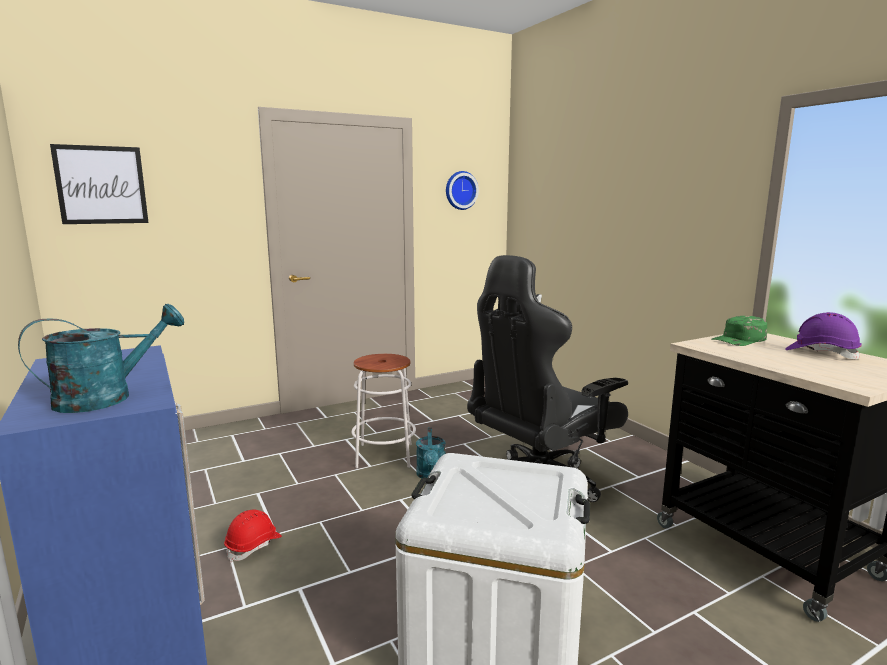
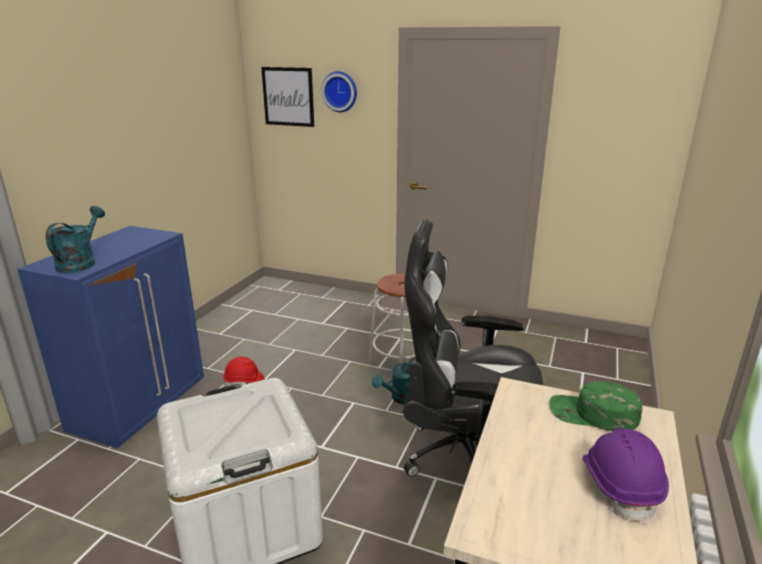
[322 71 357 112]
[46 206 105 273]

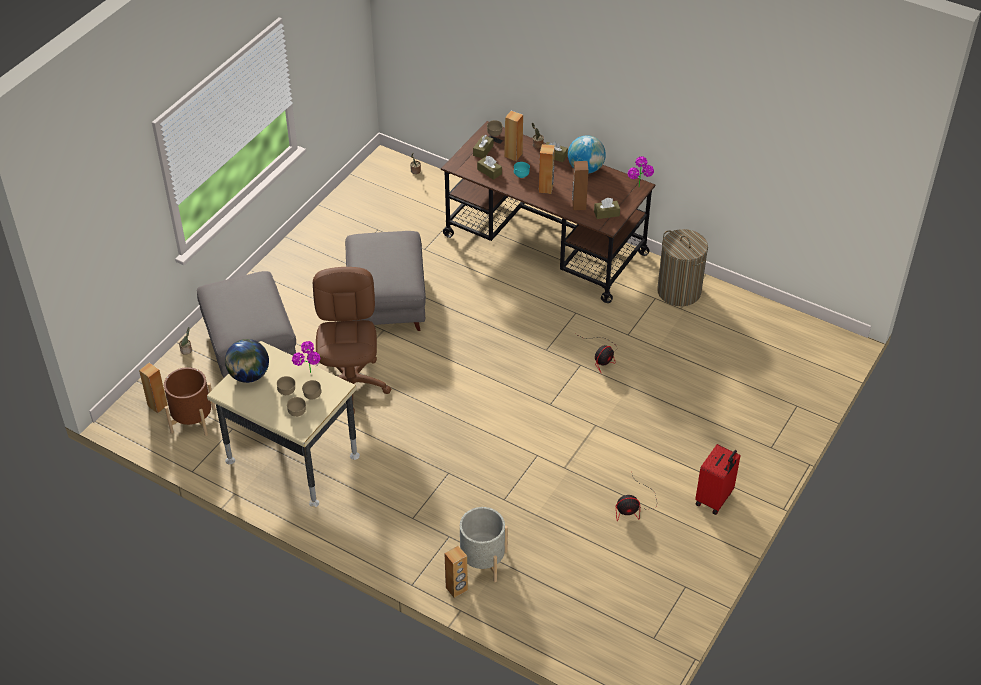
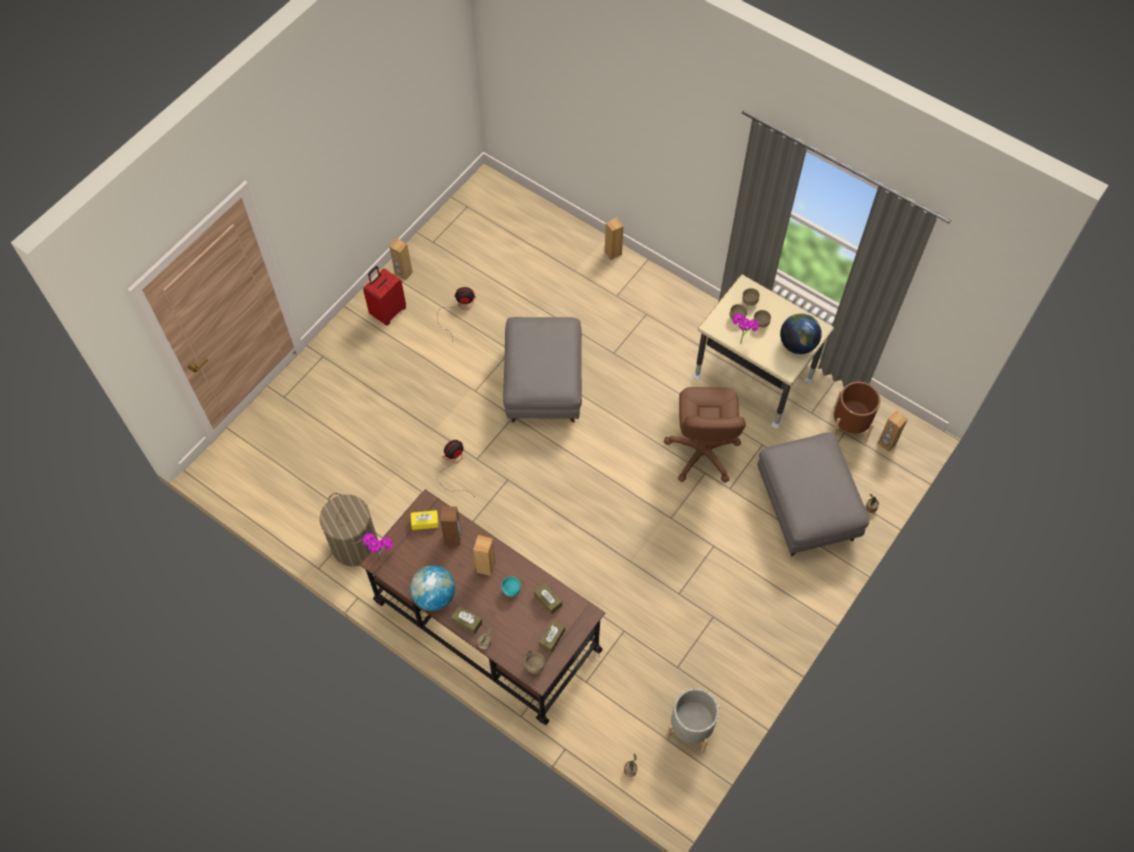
[389 238 413 281]
[411 510 439 530]
[503 317 582 422]
[666 688 720 752]

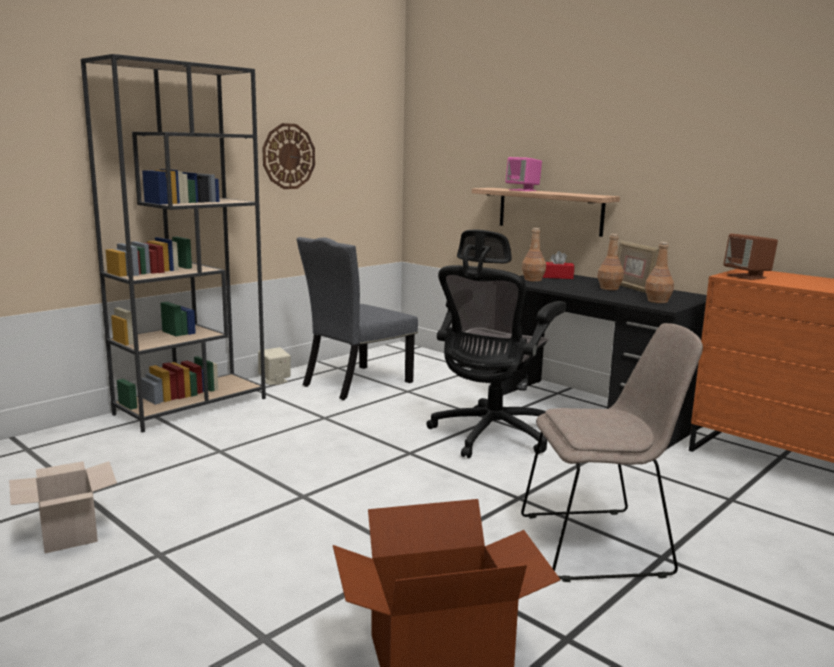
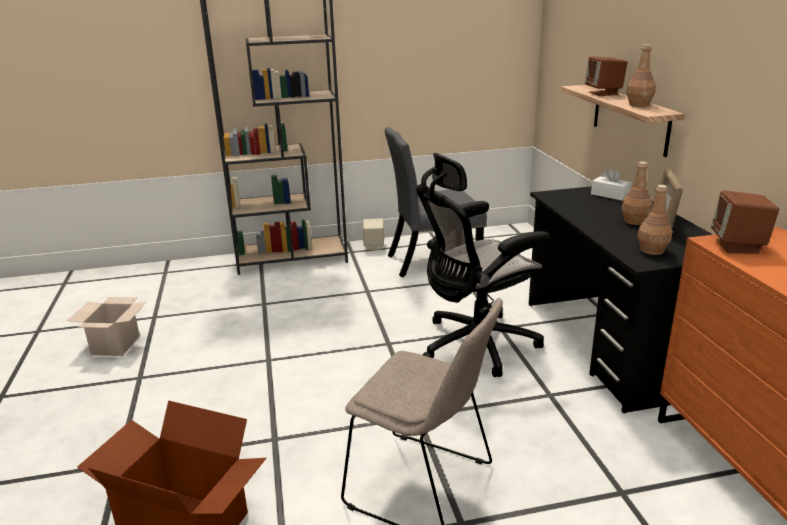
[262 123 315 189] (first image)
[585 56 628 96]
[627 44 656 107]
[591 168 632 201]

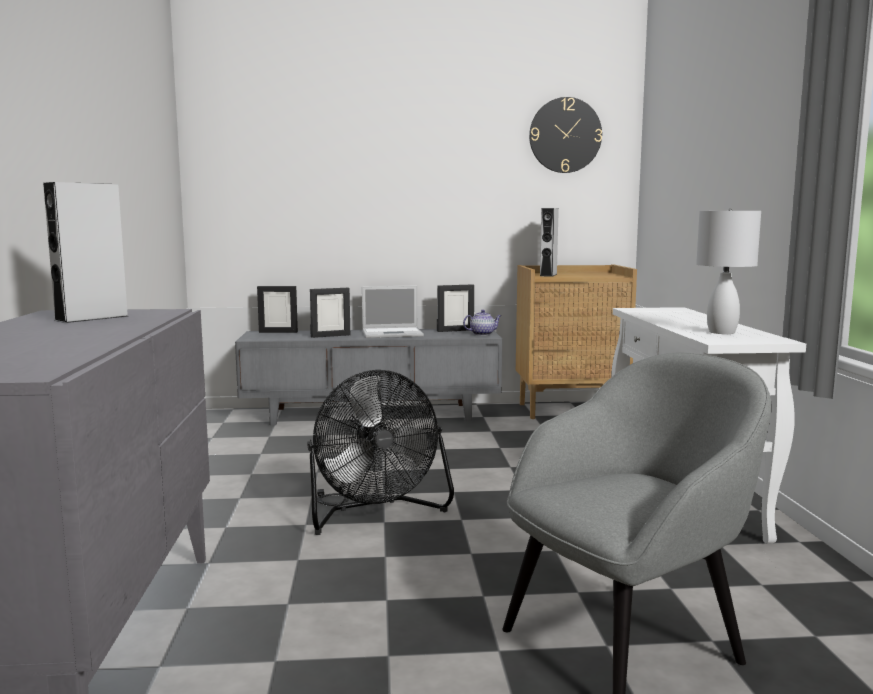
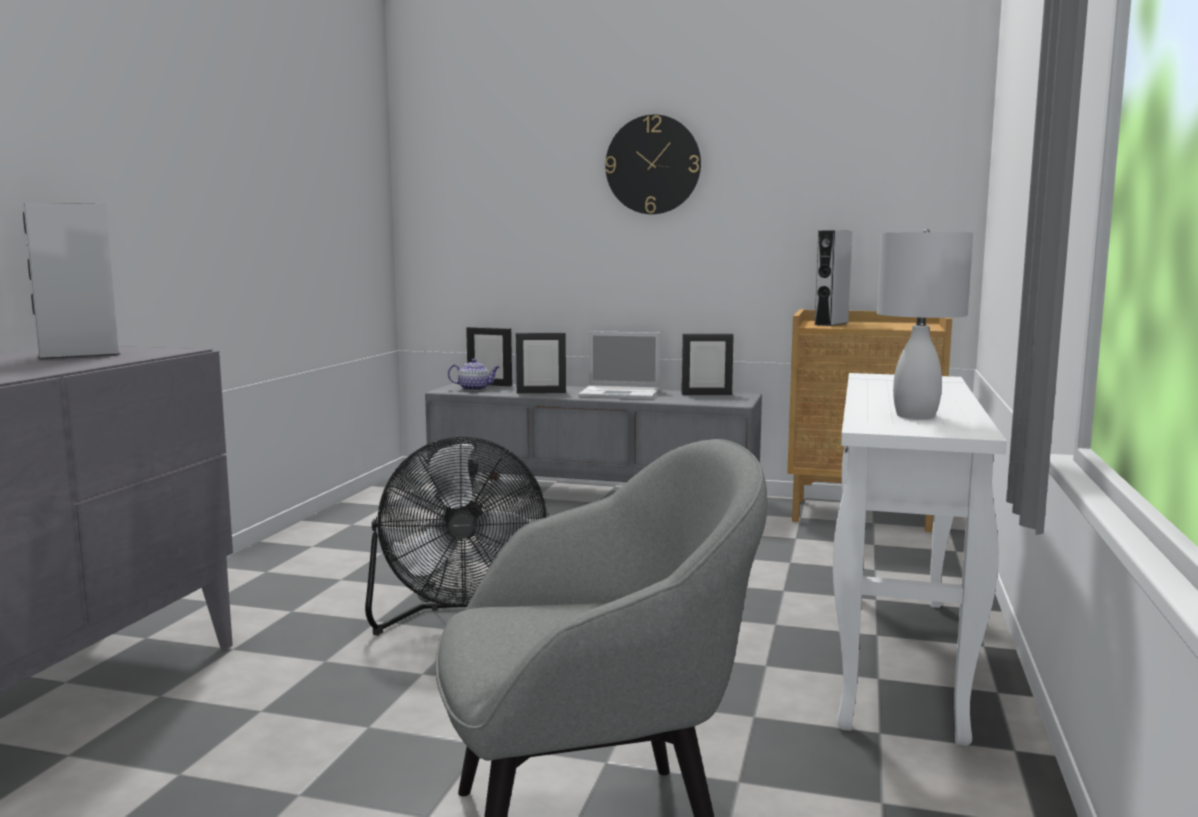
[605 114 701 214]
[448 359 499 391]

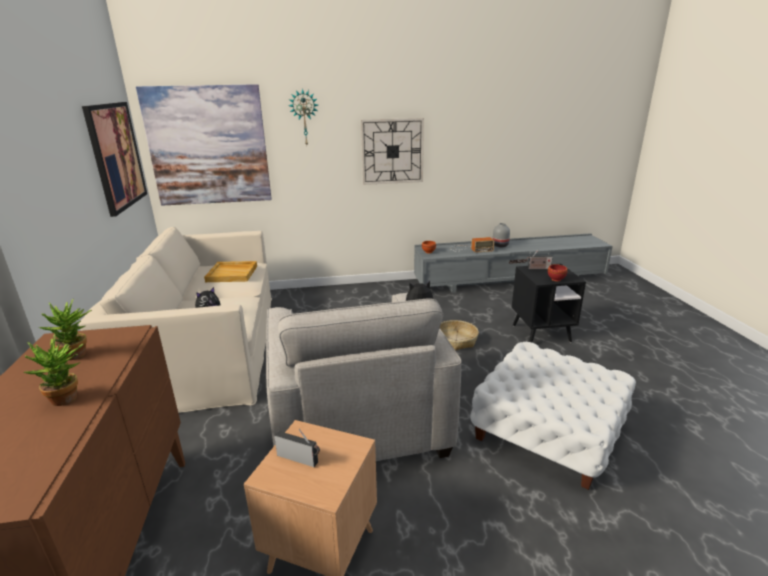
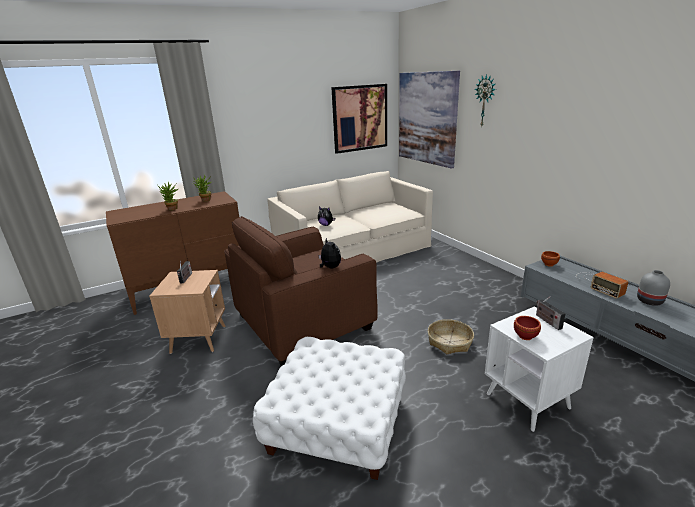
[361 118 424 185] (first image)
[204 261 257 282] (first image)
[485 306 594 432]
[224 216 378 366]

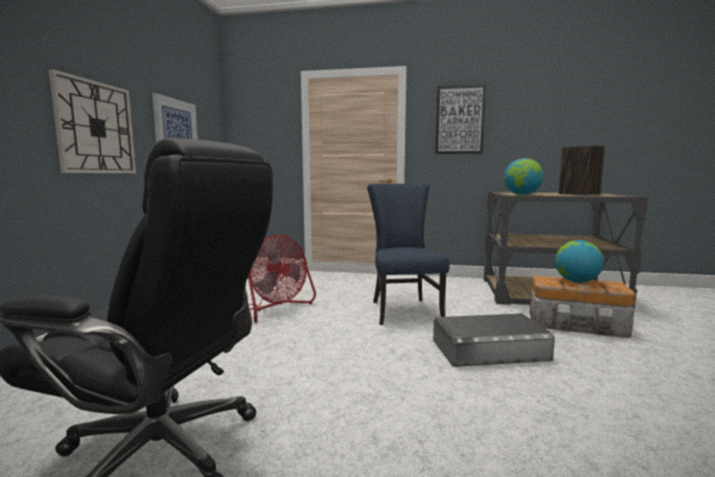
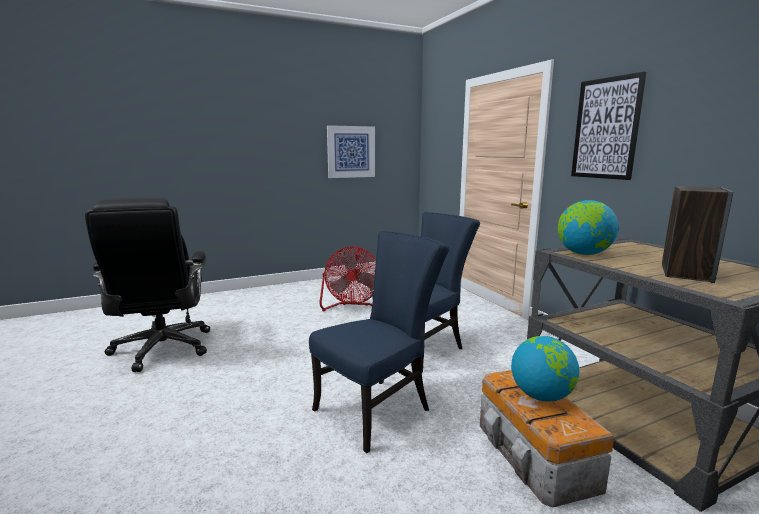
[49 69 136 173] (first image)
[309 231 450 453]

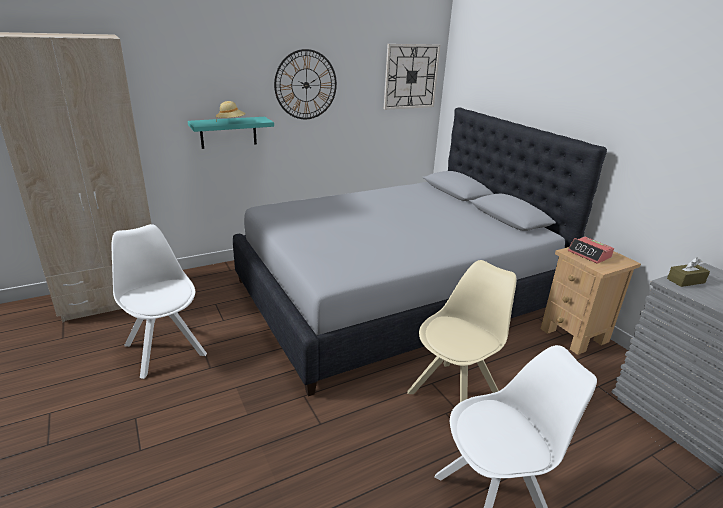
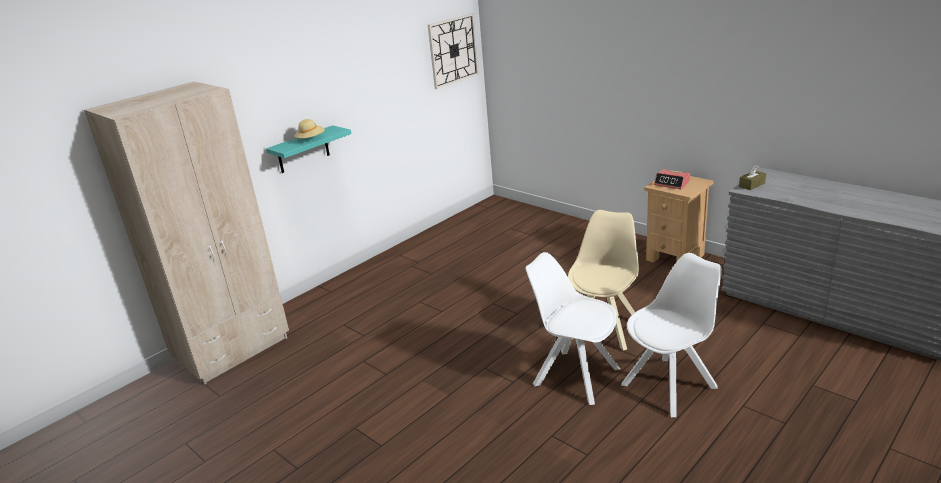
[274 49 337 119] (first image)
[233 107 607 396] (first image)
[525 252 620 405]

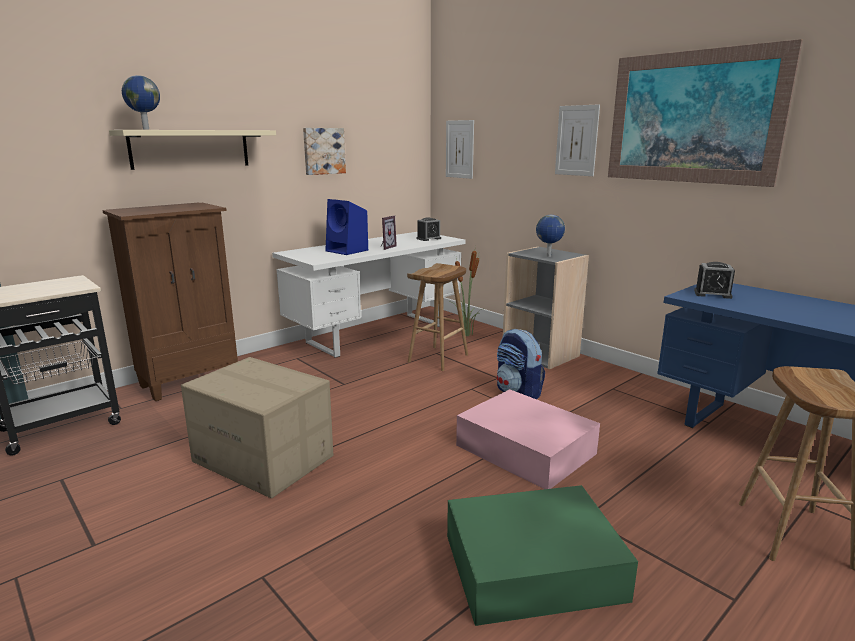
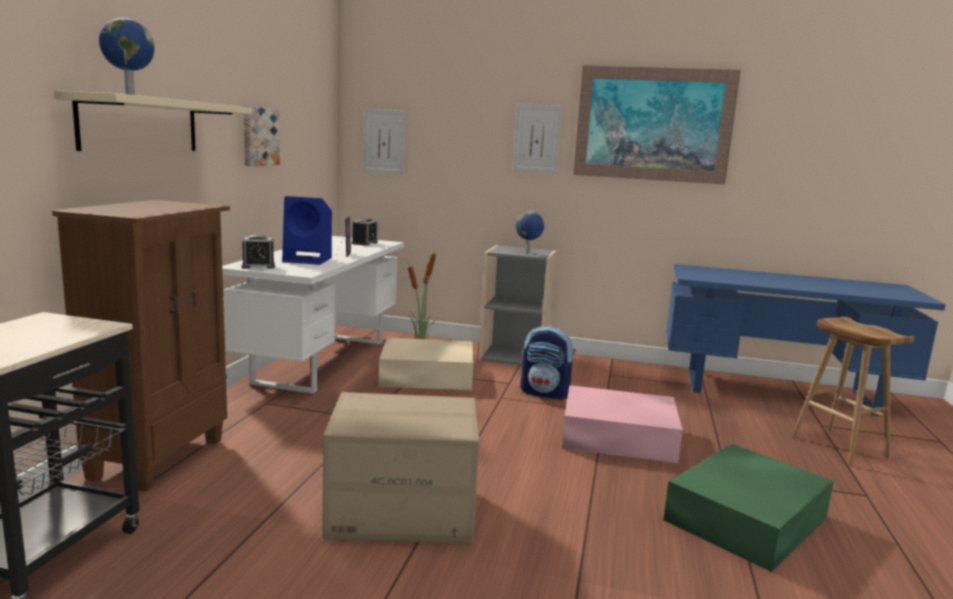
[242 235 275 269]
[379 338 474 390]

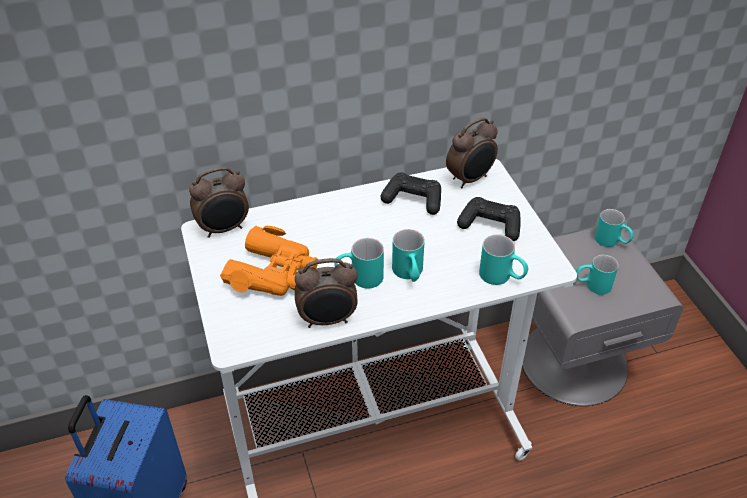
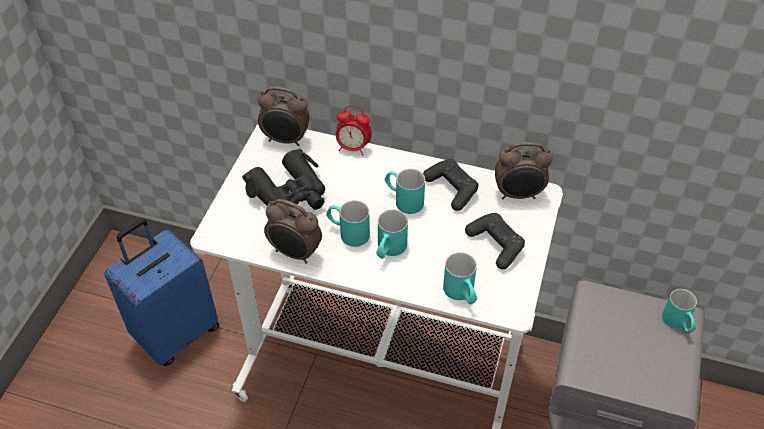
[242 149 325 210]
[385 169 425 214]
[336 106 372 156]

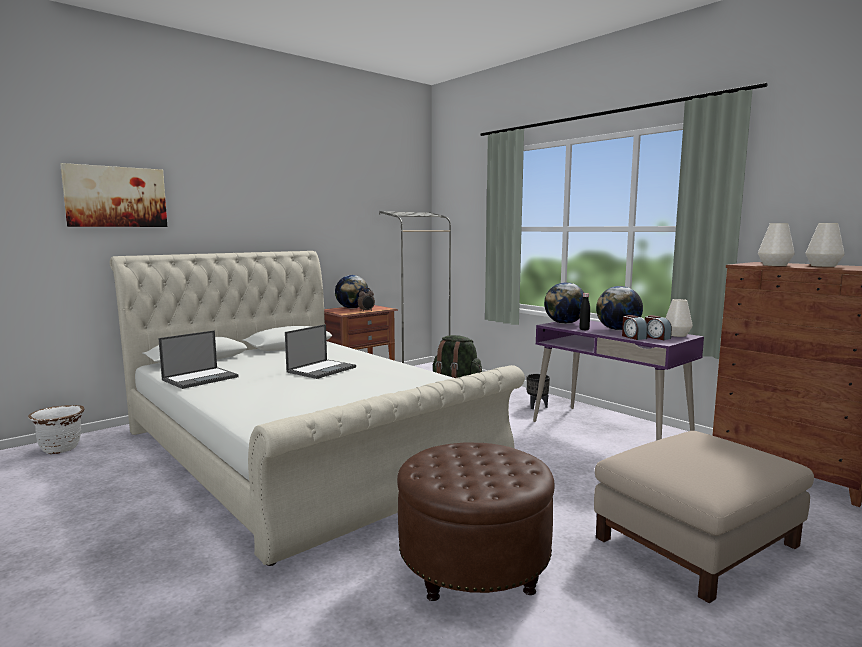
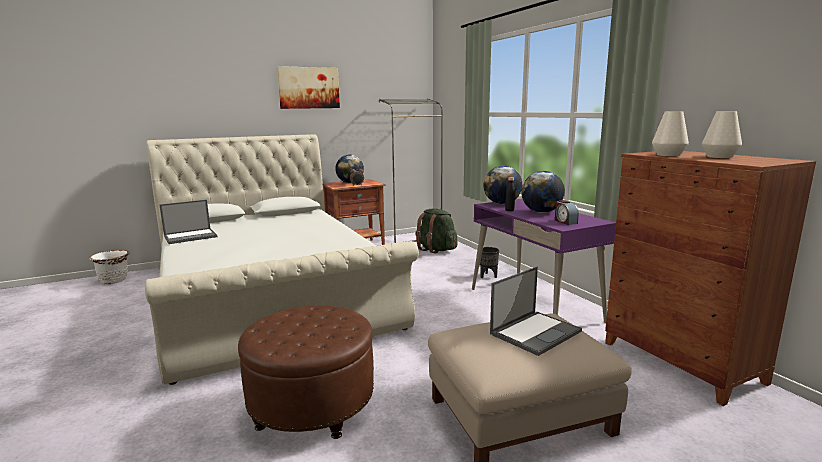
[277 66 340 109]
[666 299 693 337] (first image)
[622 315 648 340] (first image)
[490 267 582 356]

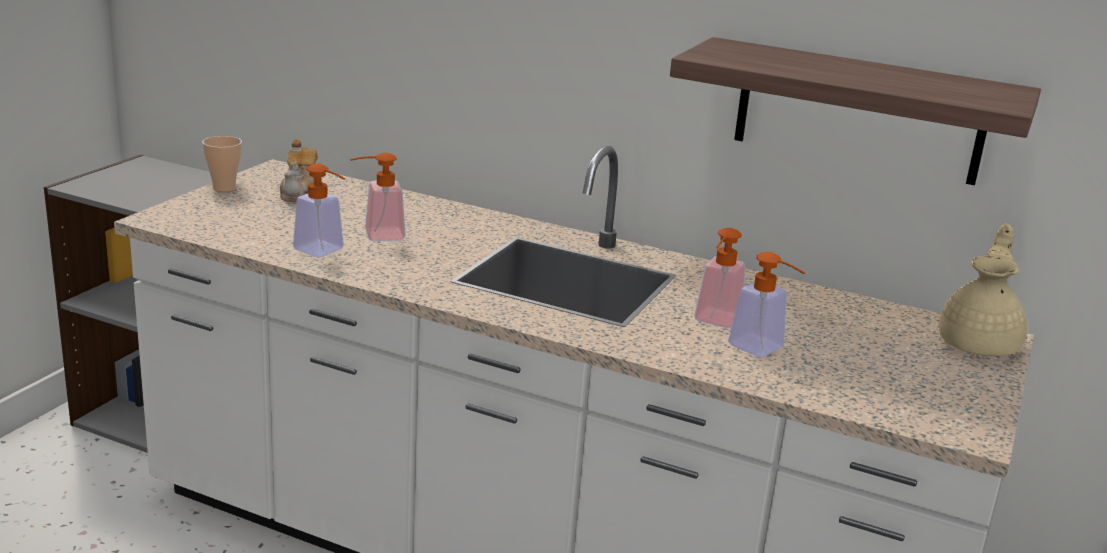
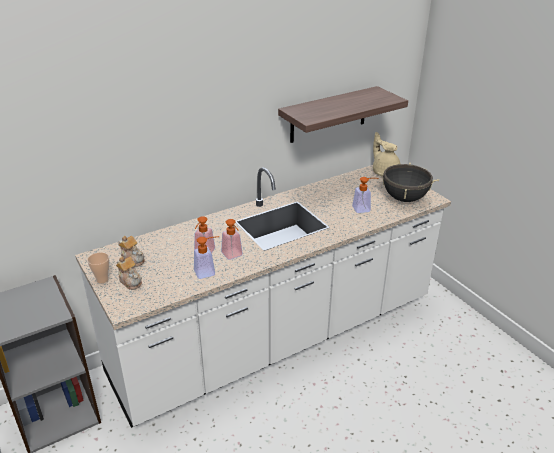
[221 219 243 260]
[377 163 439 202]
[116 256 142 290]

